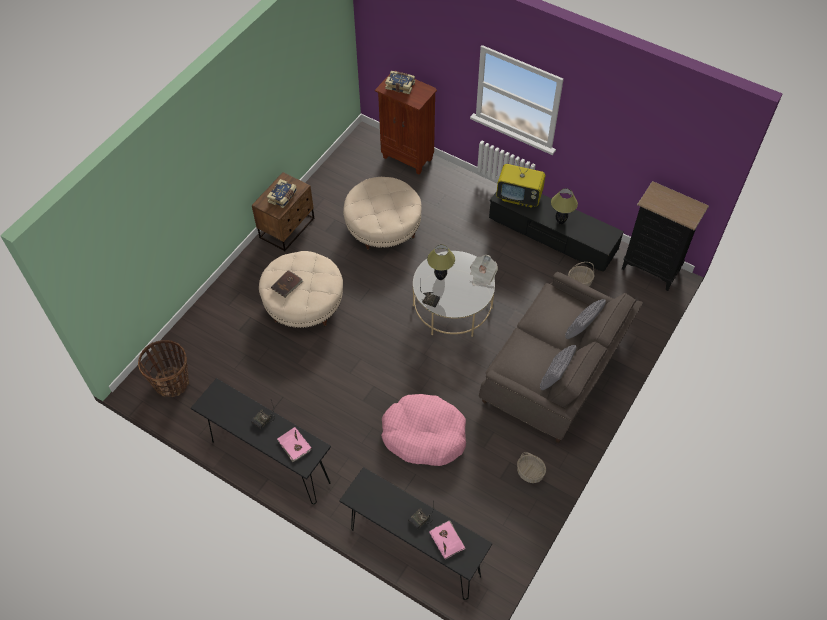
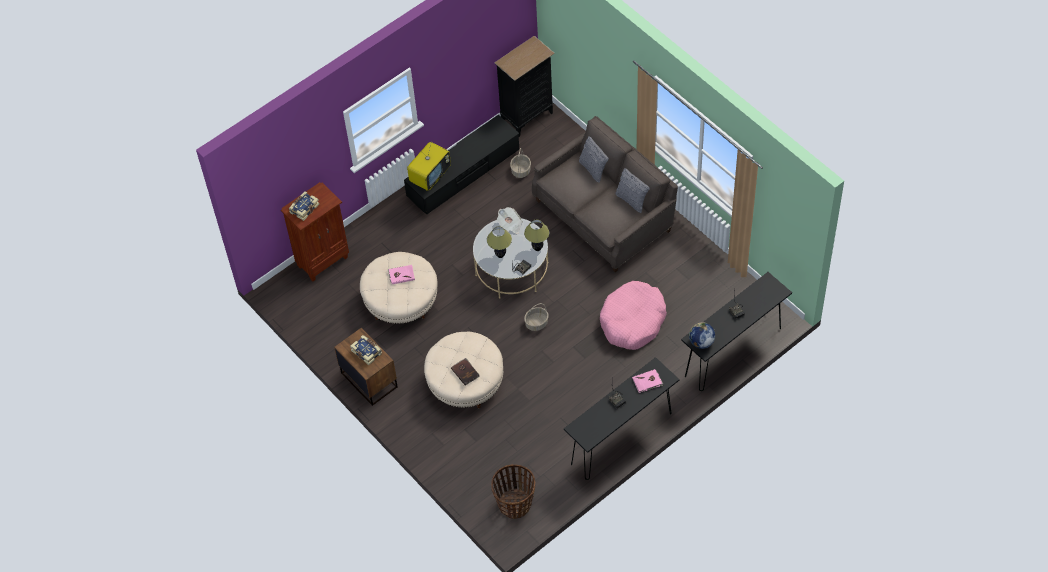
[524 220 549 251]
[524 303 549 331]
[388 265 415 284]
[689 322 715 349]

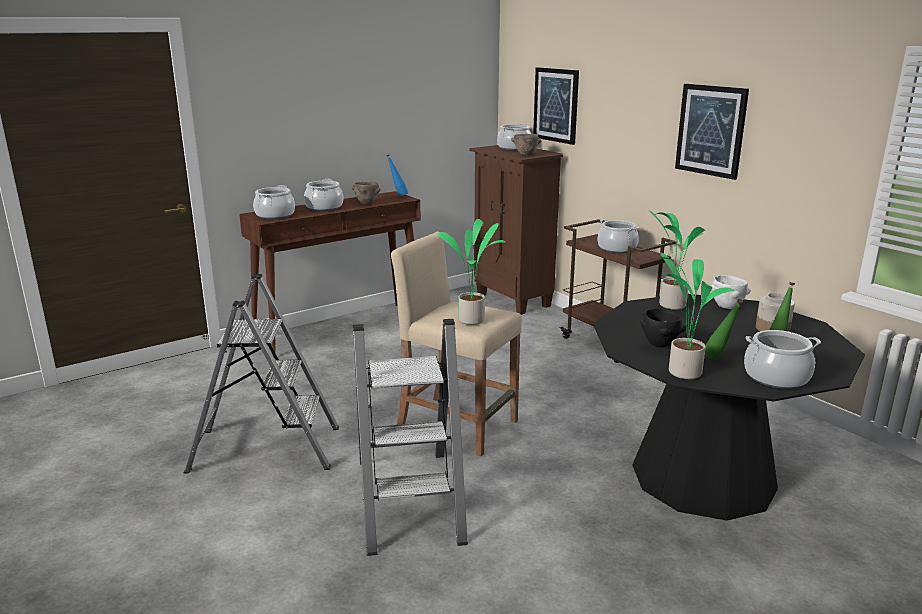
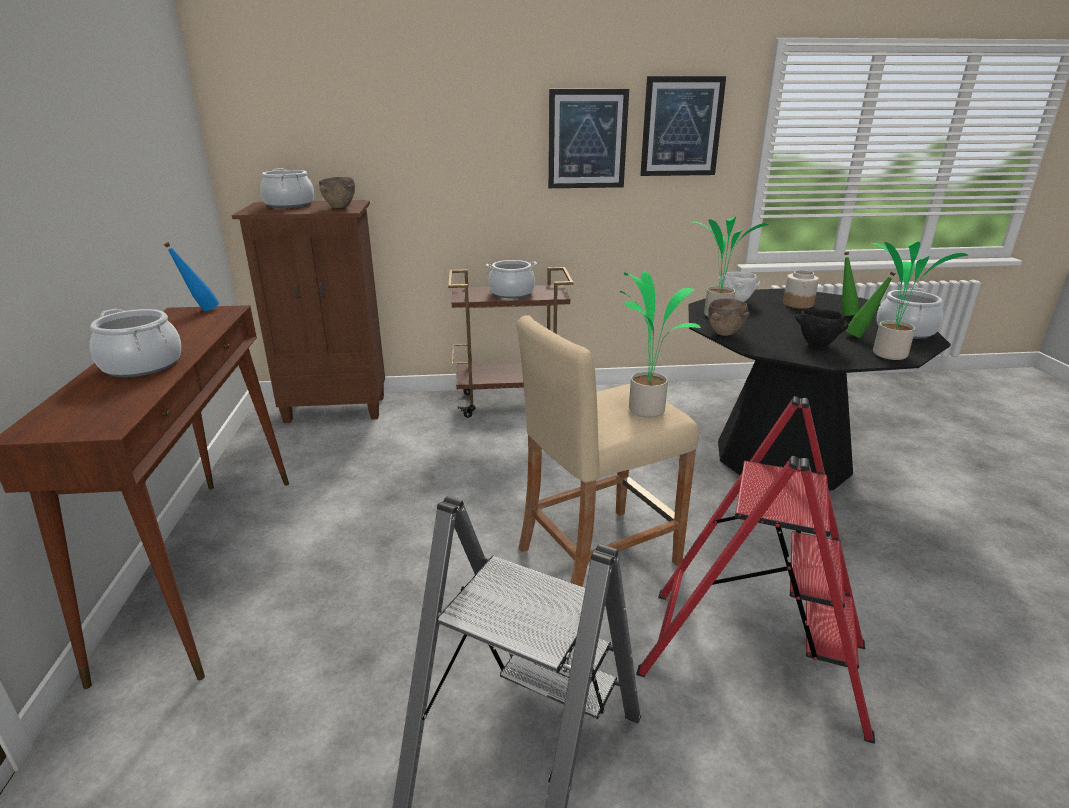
[640 76 726 176]
[708 298 750 336]
[253 185 295 219] (first image)
[636 396 875 744]

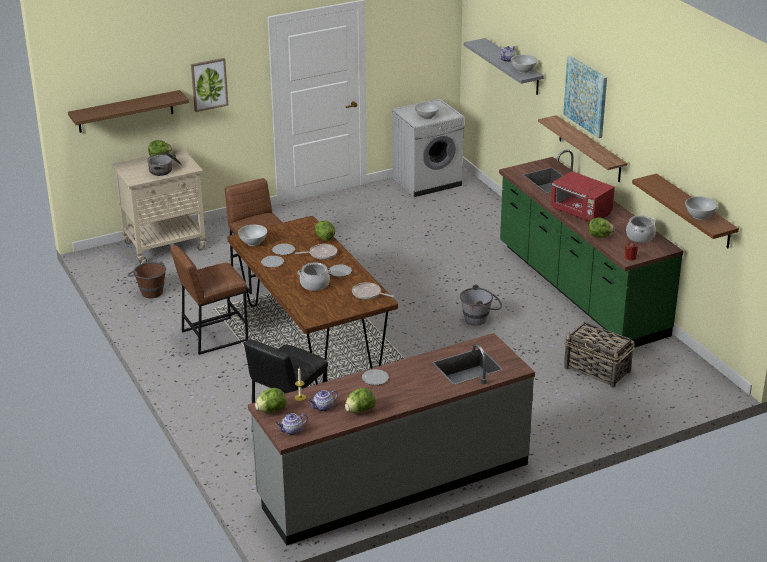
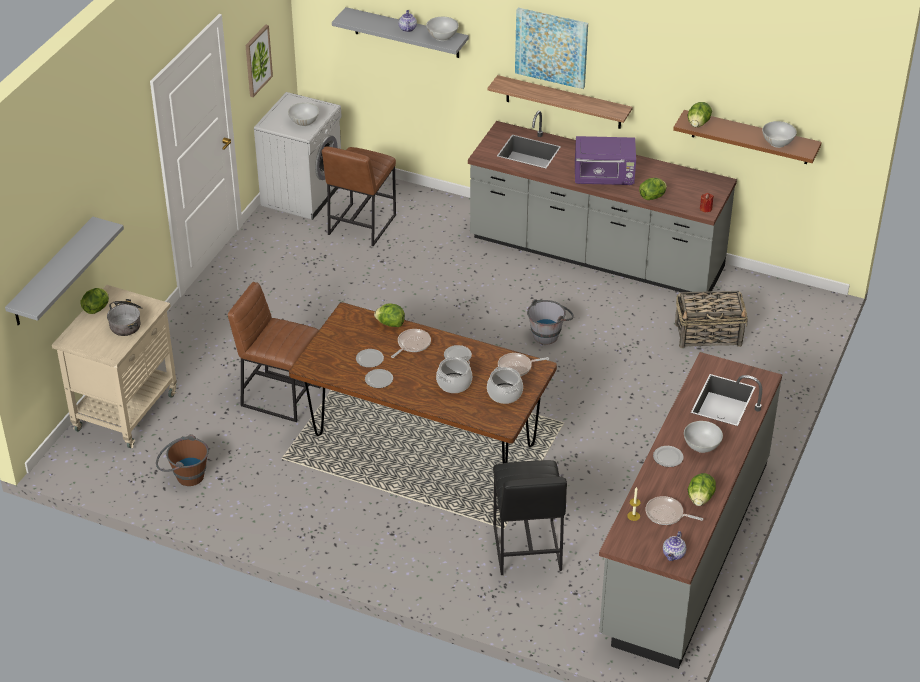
[246 25 273 97]
[5 217 124 326]
[468 111 737 292]
[575 136 636 185]
[487 367 523 404]
[684 421 723 453]
[322 147 396 246]
[688 102 712 127]
[646 496 703 525]

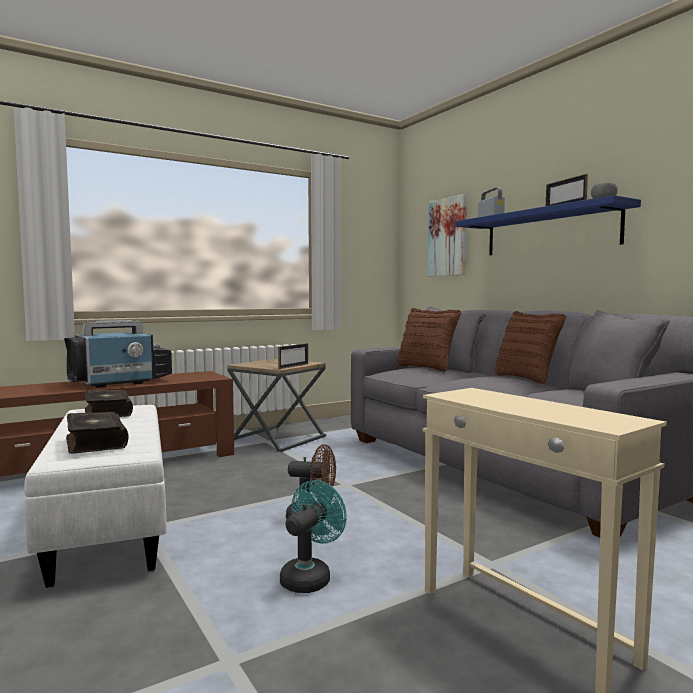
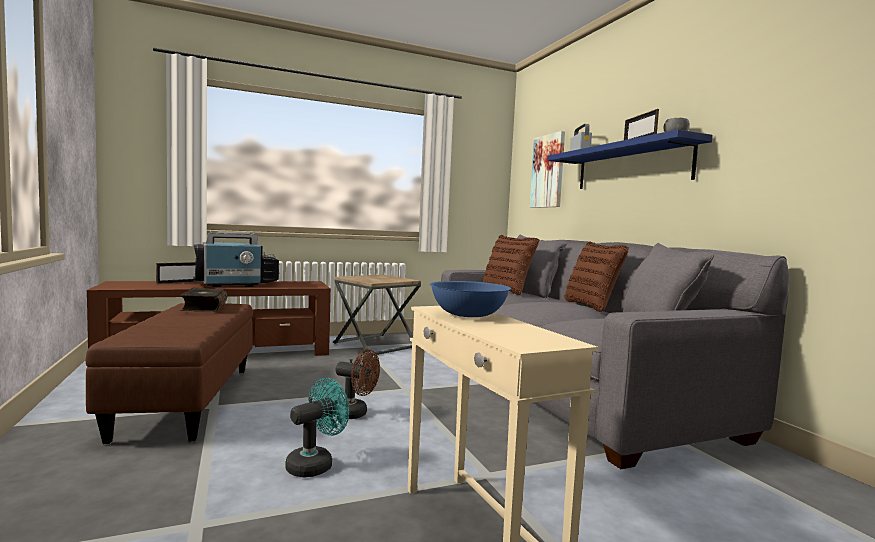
[156 262 203 284]
[86 303 253 444]
[66 412 129 454] (first image)
[430 281 511 317]

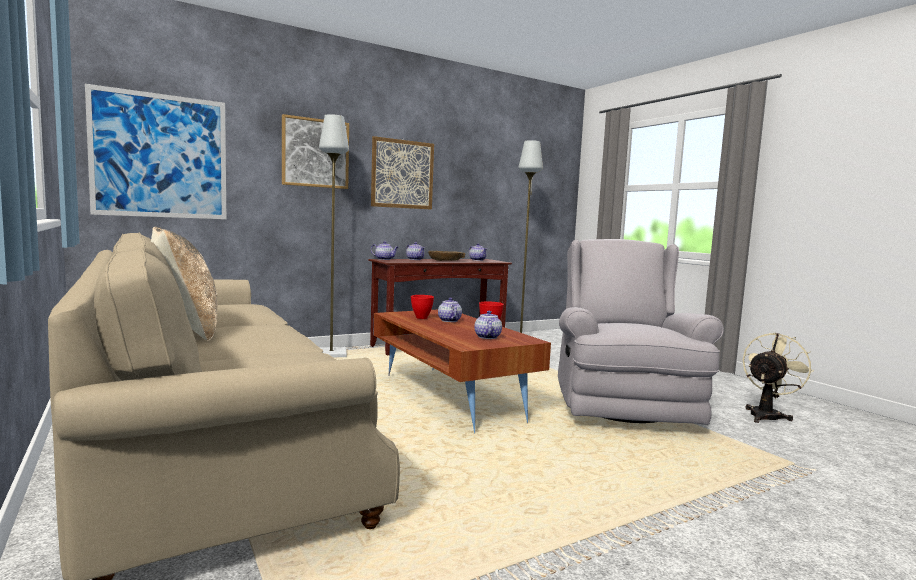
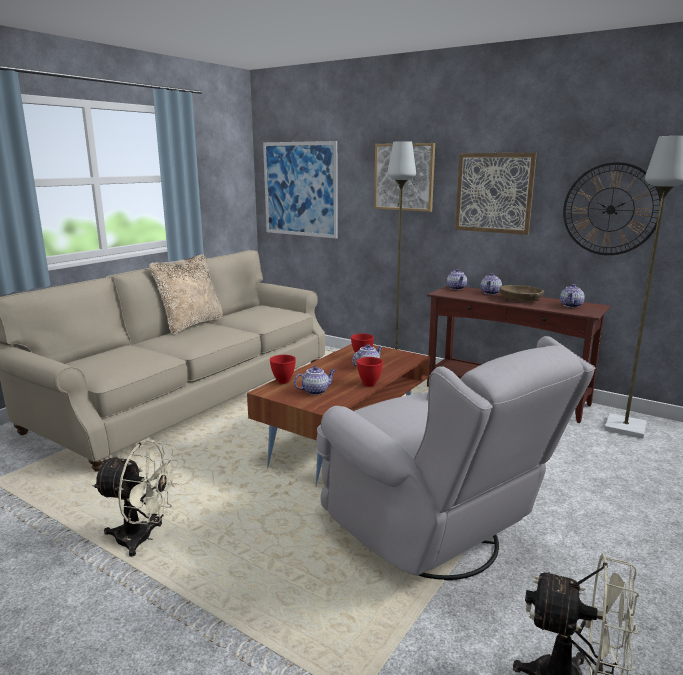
[316 336 595 580]
[563 162 661 255]
[270 355 296 384]
[92 439 180 557]

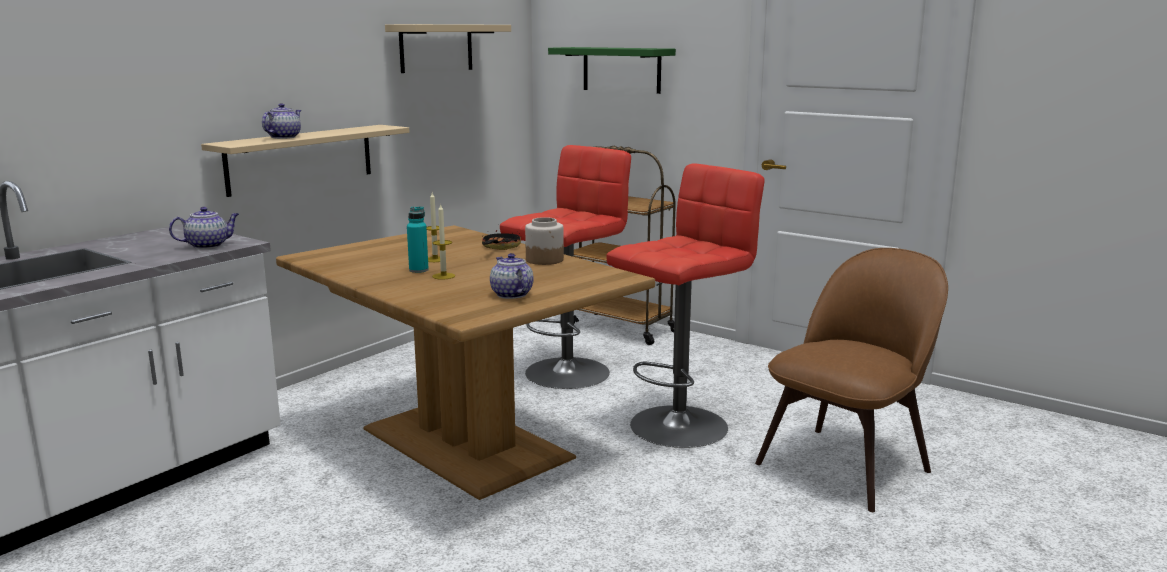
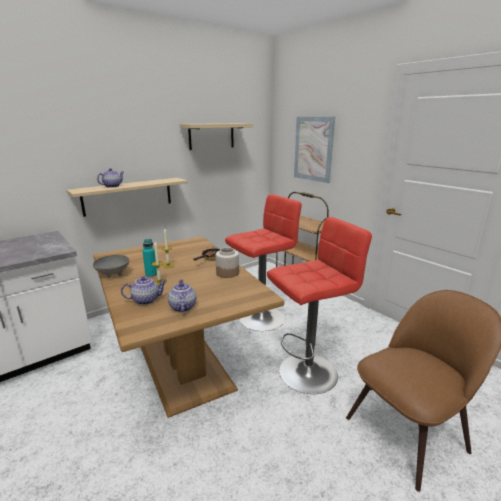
[294 117 335 183]
[121 276 167 305]
[93 255 129 278]

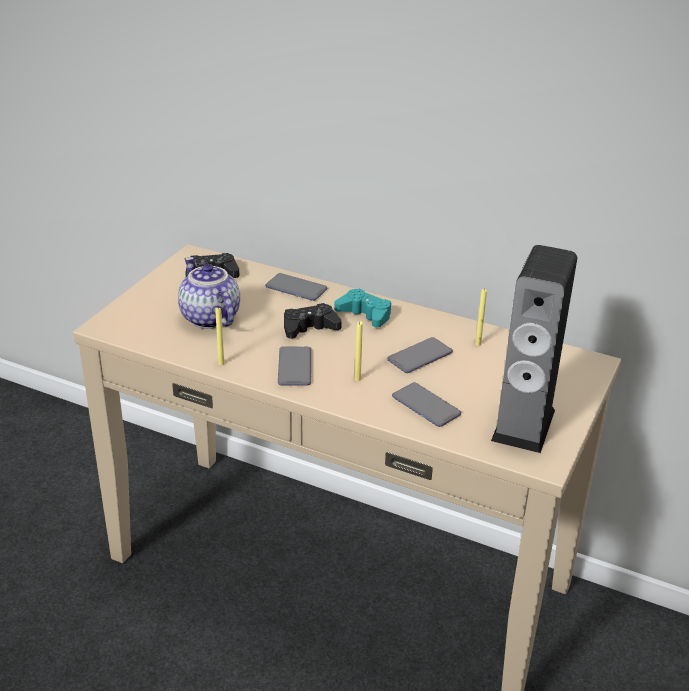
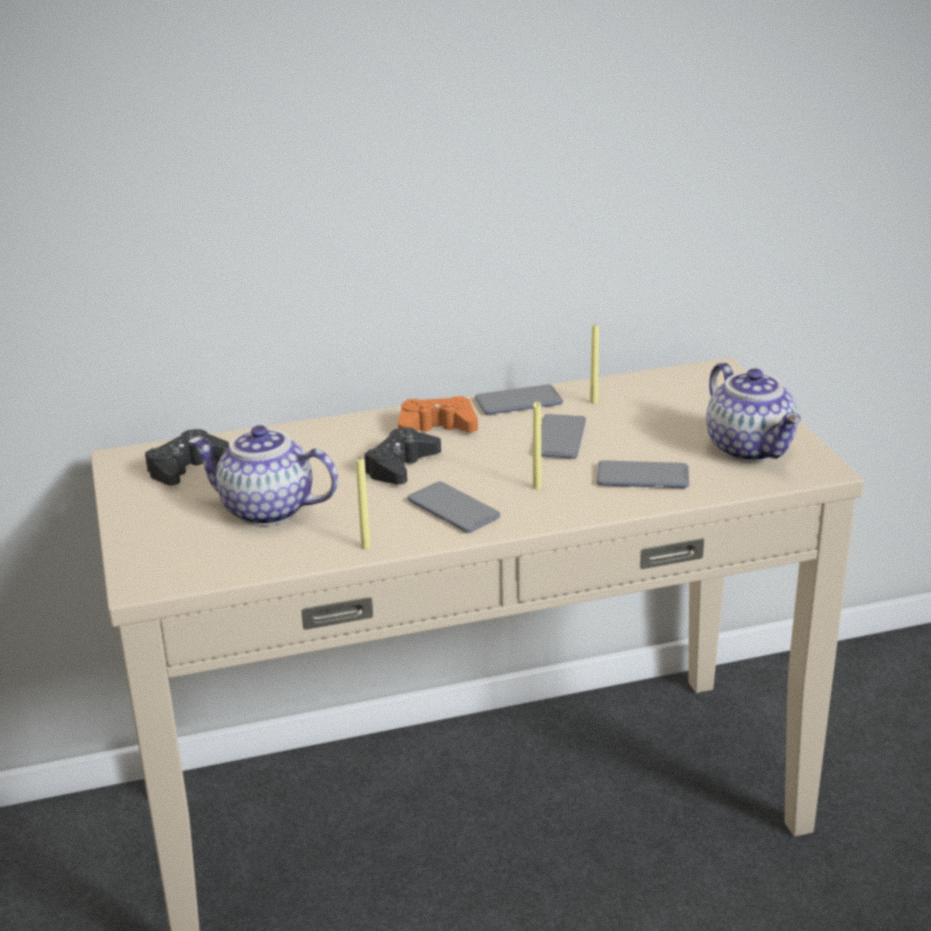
[706 362 801 462]
[475 384 563 415]
[398 396 478 432]

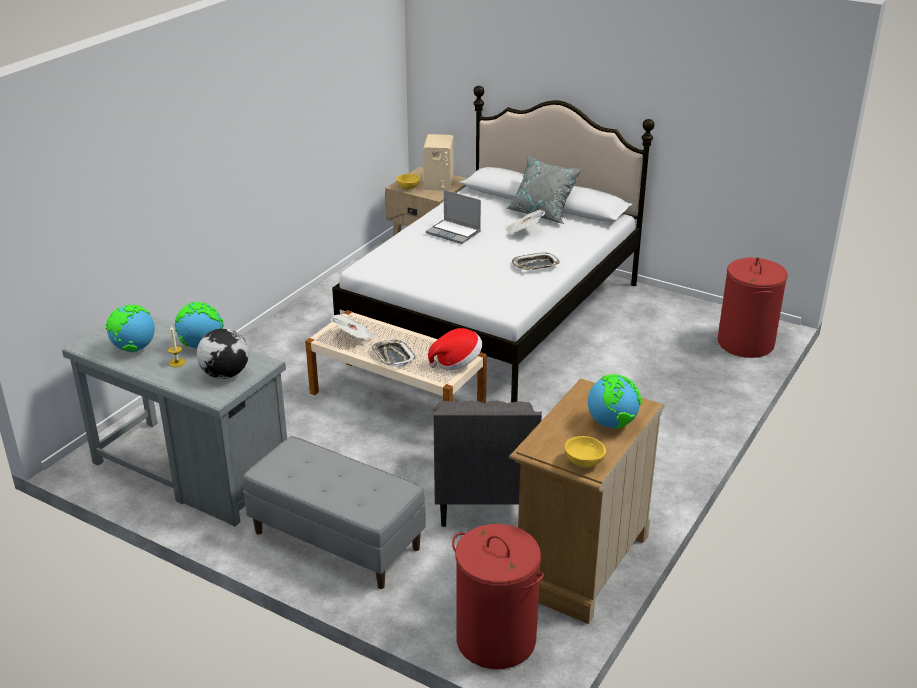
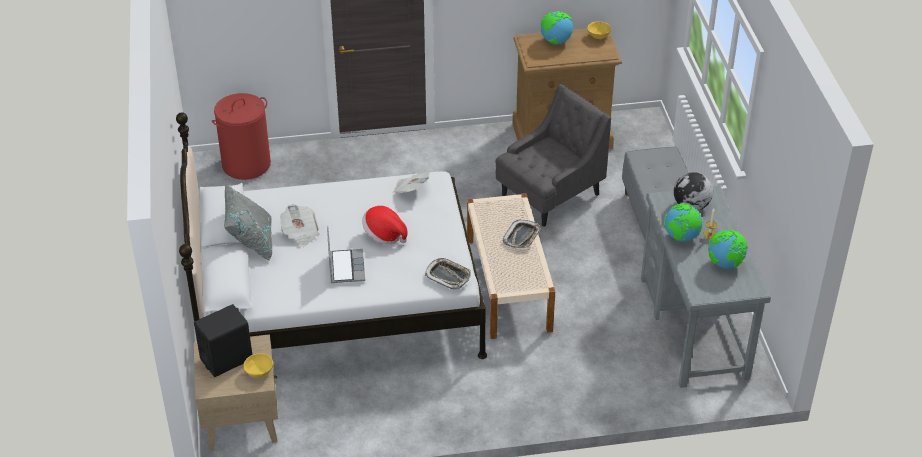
[194 304 252 377]
[425 258 471 290]
[393 172 430 193]
[362 206 407 245]
[452 524 544 669] (first image)

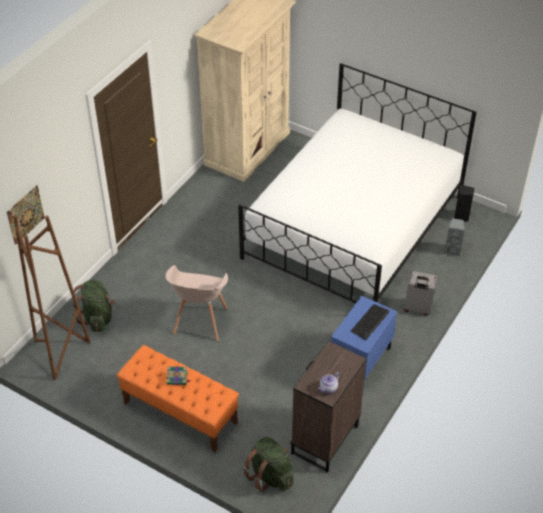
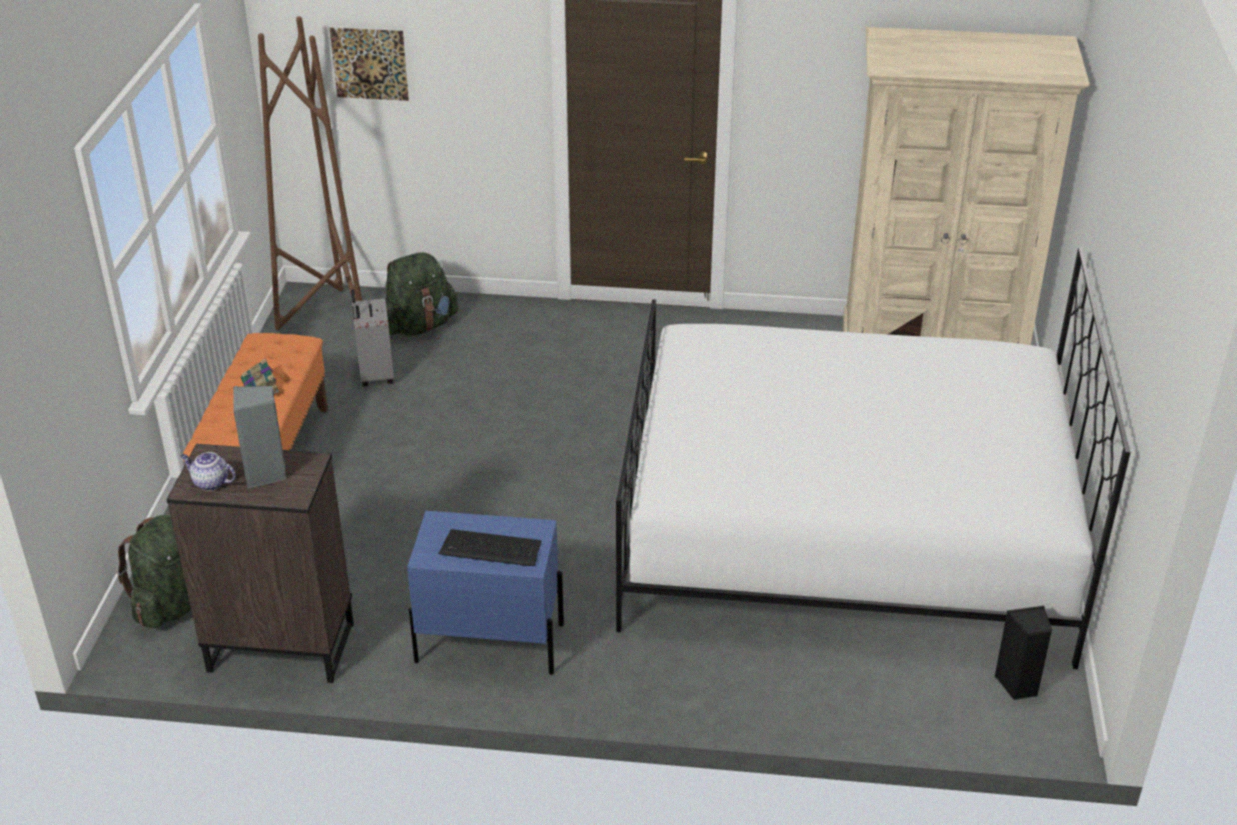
[233 386 286 488]
[165 265 228 341] (first image)
[351 289 394 386]

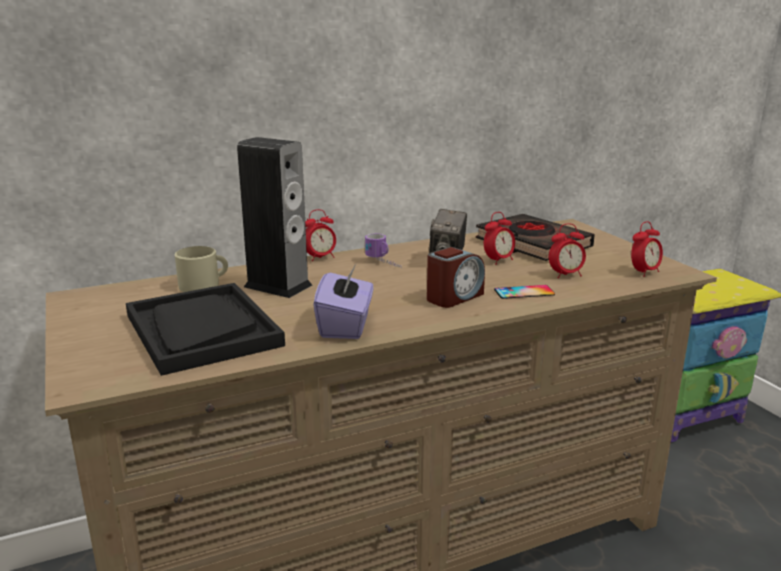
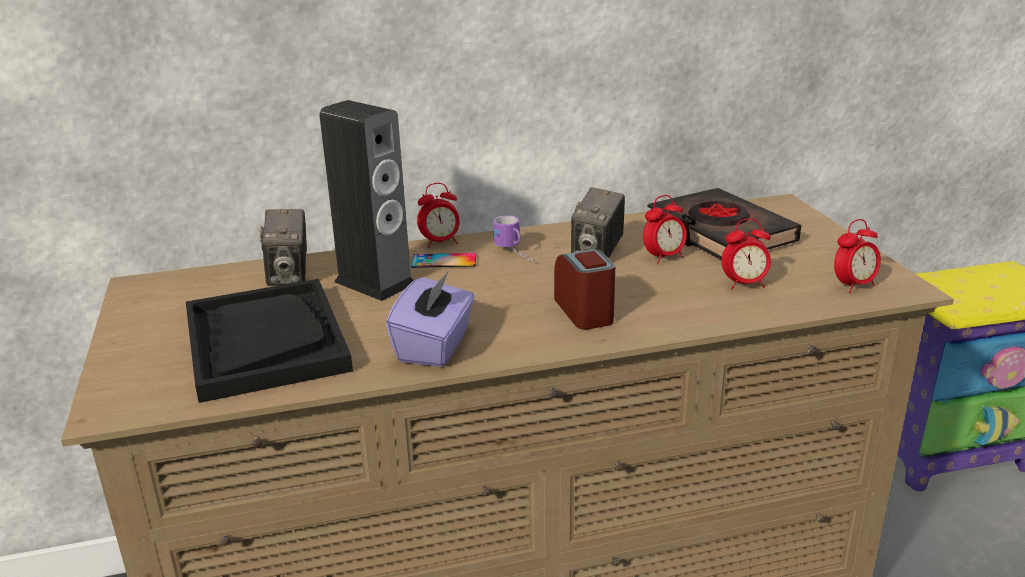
[259 209 307 286]
[554 249 615 330]
[411 253 476 268]

